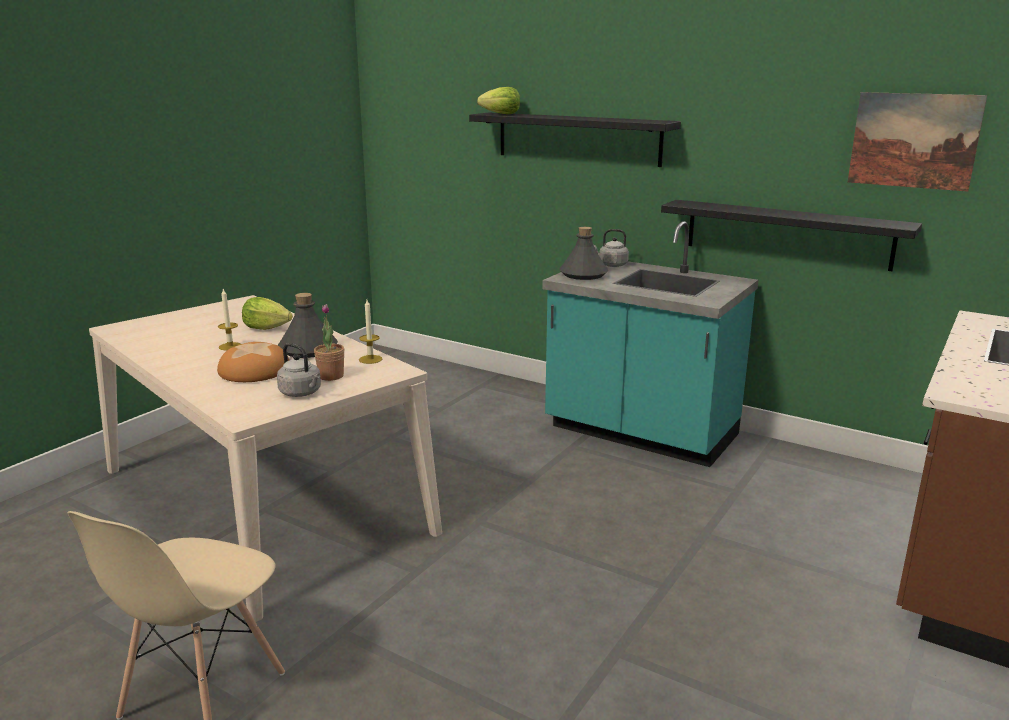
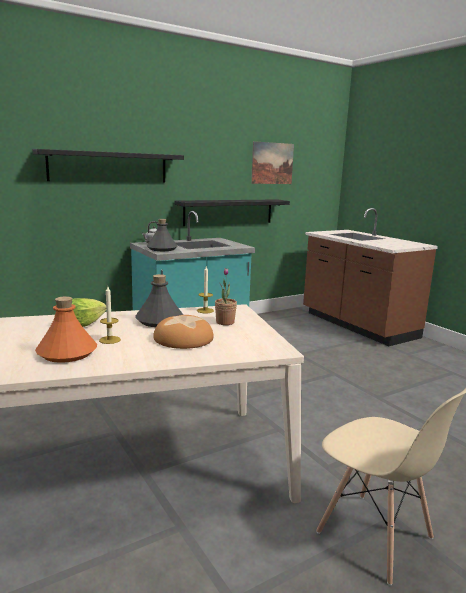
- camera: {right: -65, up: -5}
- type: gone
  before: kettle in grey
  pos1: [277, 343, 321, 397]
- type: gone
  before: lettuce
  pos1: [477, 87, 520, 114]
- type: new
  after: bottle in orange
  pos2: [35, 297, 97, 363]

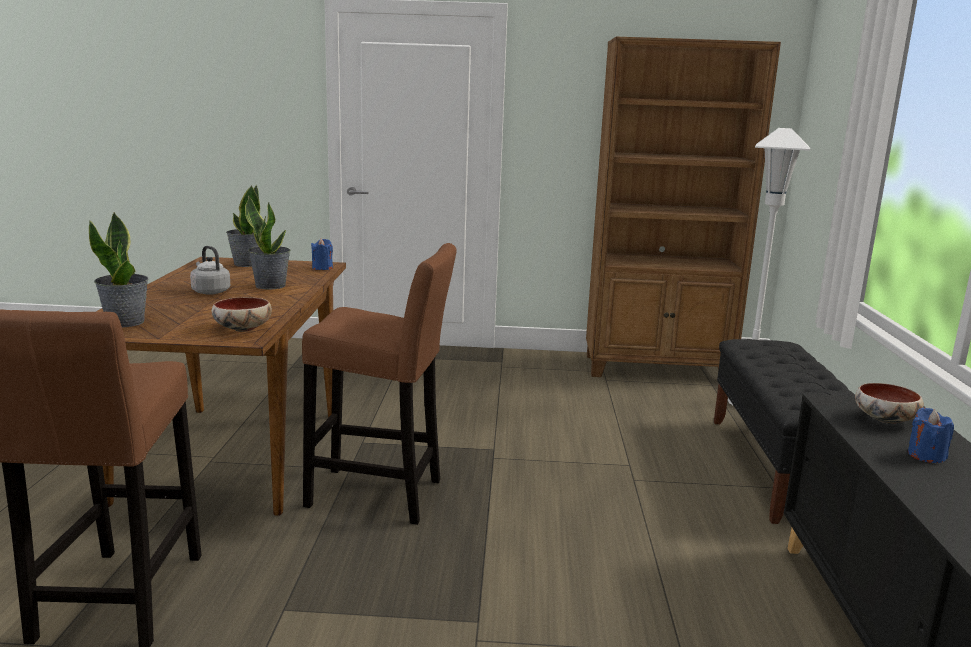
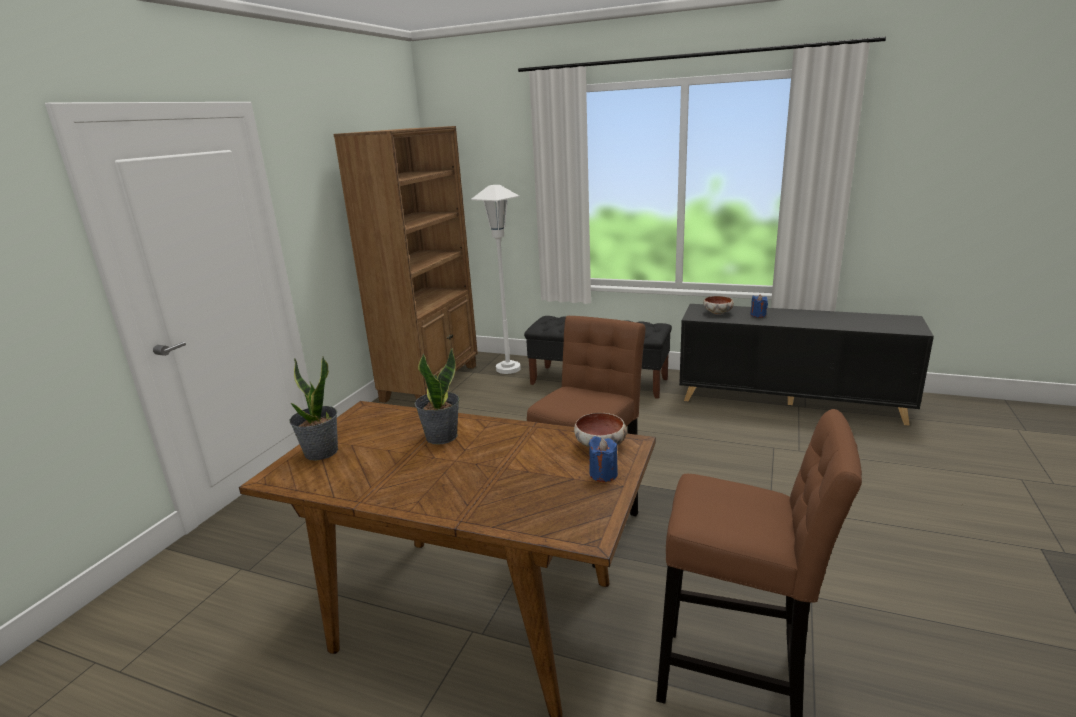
- camera: {right: -70, up: 5}
- type: gone
  before: potted plant
  pos1: [89, 212, 148, 327]
- type: gone
  before: kettle in grey
  pos1: [190, 246, 230, 295]
- type: shifted
  before: candle in blue
  pos1: [311, 238, 333, 270]
  pos2: [589, 436, 618, 482]

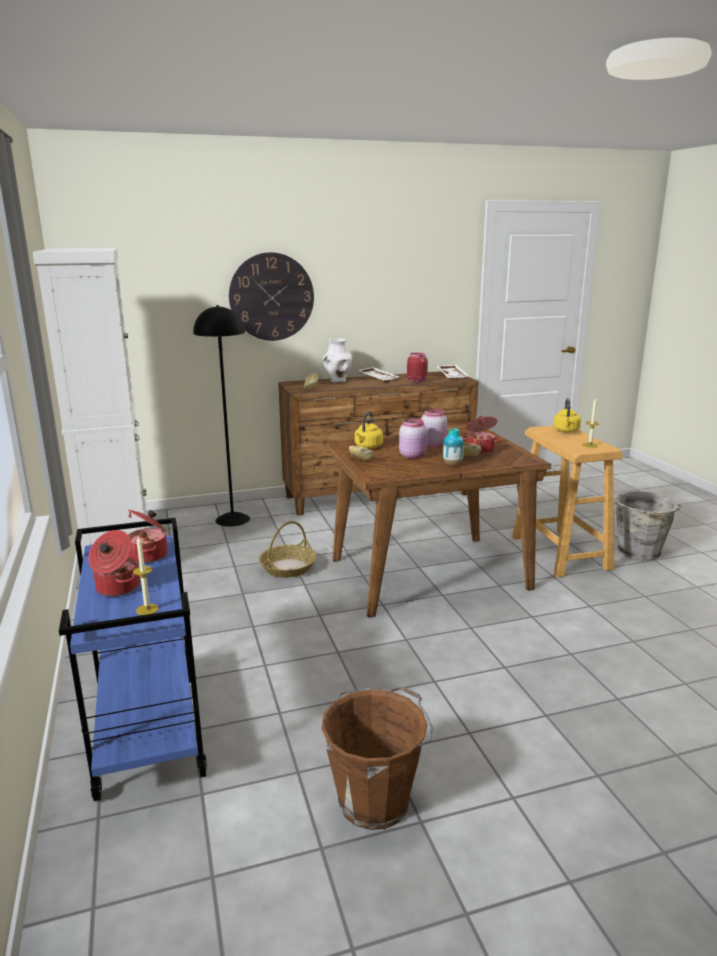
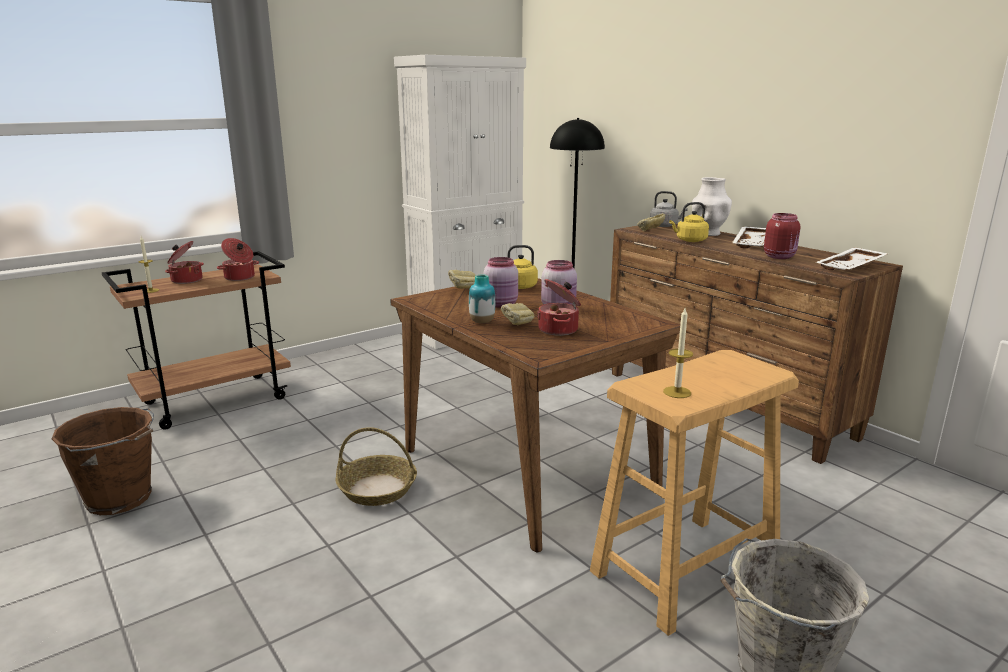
- camera: {right: 70, up: 0}
- type: repainted
  before: cart in blue
  after: cart in brown
  pos1: [59, 518, 207, 801]
  pos2: [102, 251, 291, 430]
- type: gone
  before: wall clock
  pos1: [229, 252, 314, 341]
- type: shifted
  before: basket
  pos1: [259, 521, 317, 578]
  pos2: [335, 427, 417, 506]
- type: shifted
  before: kettle in yellow
  pos1: [553, 398, 581, 432]
  pos2: [669, 202, 709, 242]
- type: new
  after: kettle in grey
  pos2: [650, 191, 688, 227]

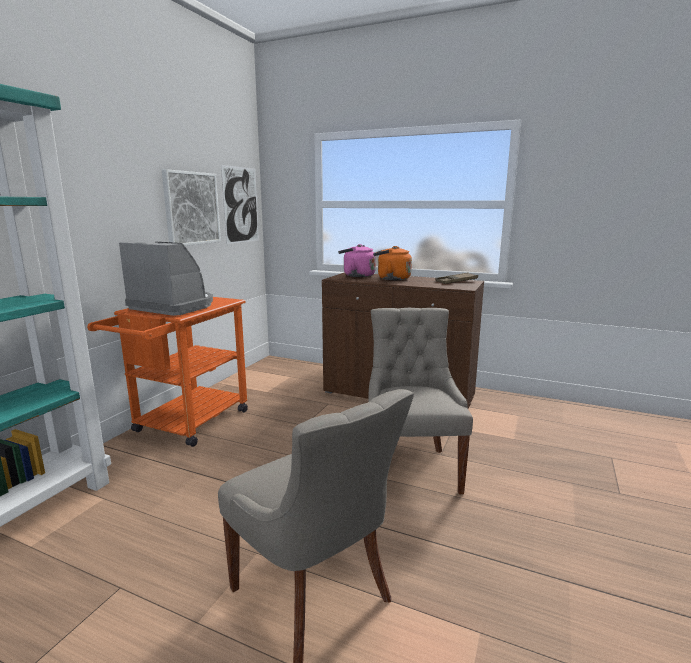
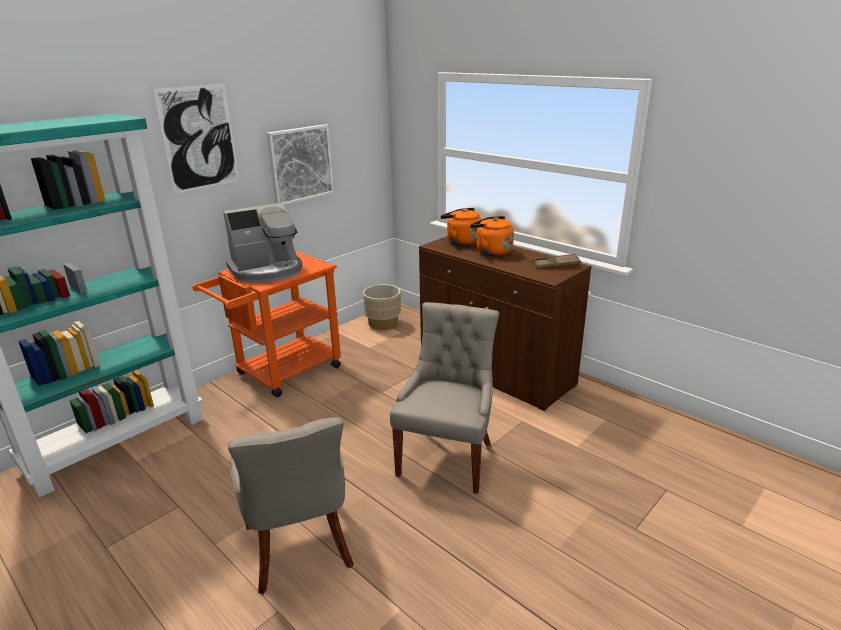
- camera: {right: 20, up: 10}
- type: rotated
  before: coffee machine
  pos1: [119, 242, 213, 316]
  pos2: [223, 203, 302, 282]
  turn: 105
- type: shifted
  before: picture
  pos1: [221, 165, 259, 244]
  pos2: [153, 84, 239, 194]
- type: repainted
  before: kettle in pink
  after: kettle in orange
  pos1: [338, 244, 376, 277]
  pos2: [440, 208, 482, 246]
- type: new
  after: planter in beige
  pos2: [363, 284, 401, 330]

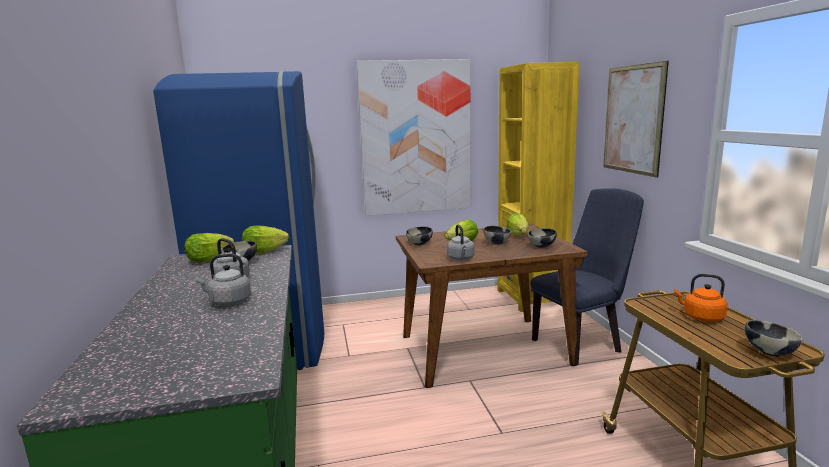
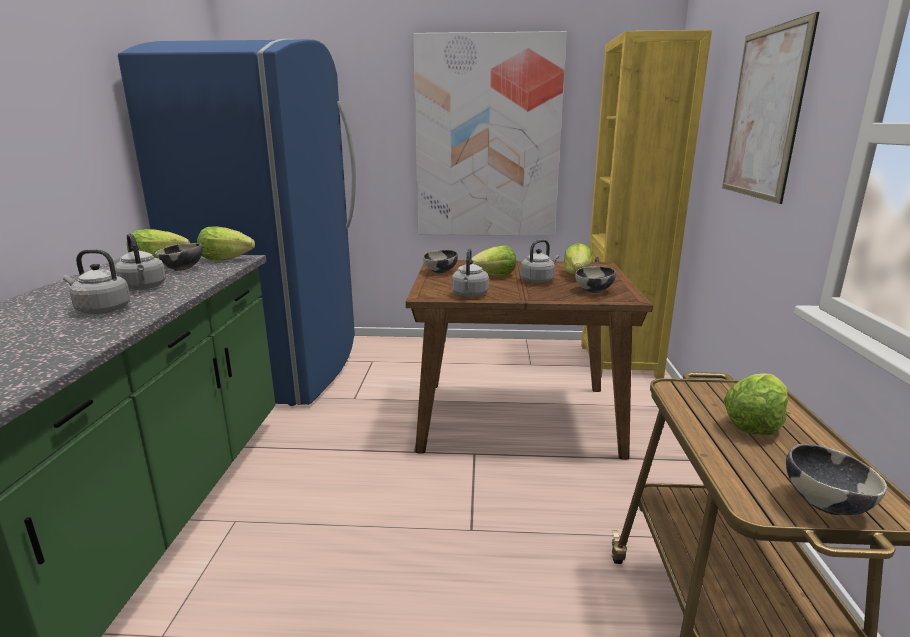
- camera: {right: 15, up: 5}
- type: swapped
  before: bowl
  after: kettle in grey
  pos1: [484, 226, 512, 244]
  pos2: [520, 239, 559, 283]
- type: gone
  before: chair in blue
  pos1: [530, 188, 644, 366]
- type: swapped
  before: kettle in orange
  after: lettuce
  pos1: [674, 274, 728, 322]
  pos2: [723, 373, 788, 435]

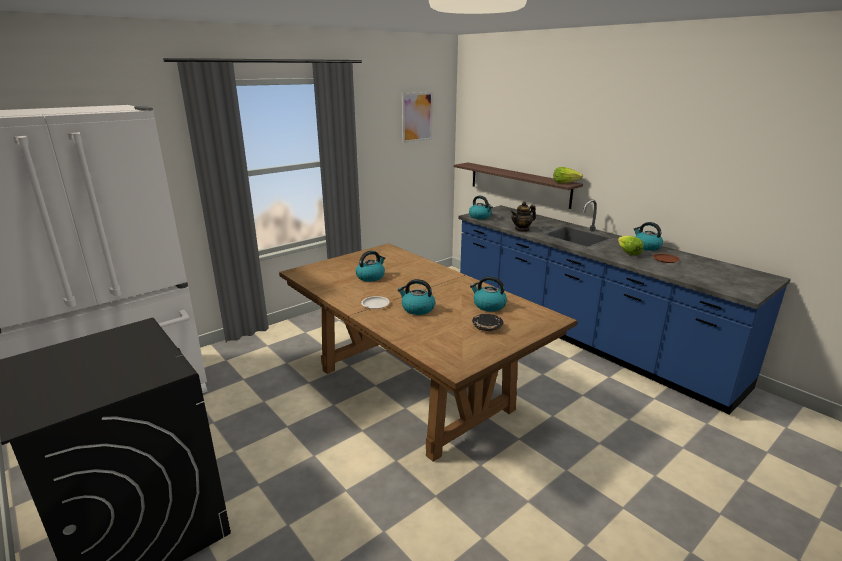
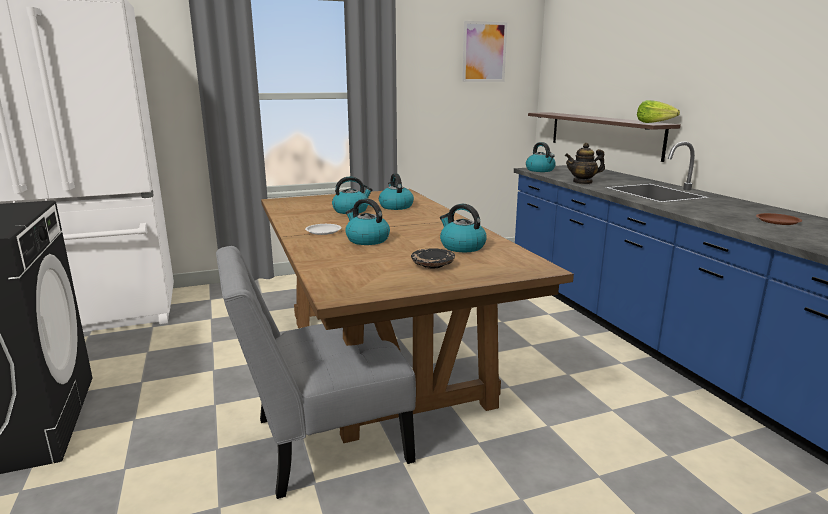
- camera: {right: 20, up: -5}
- type: gone
  before: lettuce
  pos1: [618, 236, 644, 255]
- type: shifted
  before: kettle
  pos1: [634, 222, 663, 251]
  pos2: [379, 173, 414, 210]
- type: new
  after: chair in grey
  pos2: [216, 246, 416, 499]

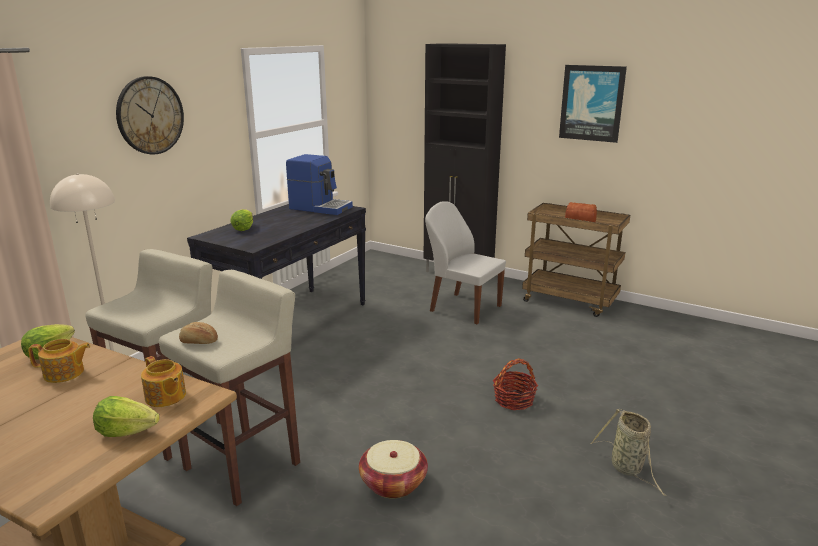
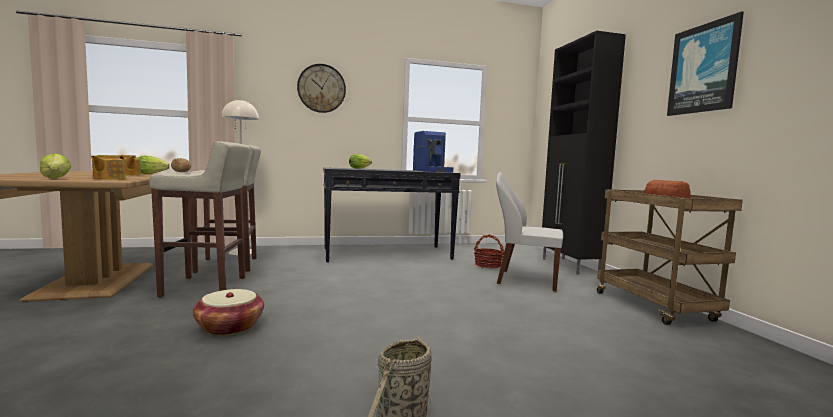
- camera: {right: 45, up: -15}
- type: rotated
  before: chair in white
  pos1: [425, 201, 506, 324]
  pos2: [496, 172, 563, 291]
  turn: -60
- type: shifted
  before: basket
  pos1: [493, 359, 538, 410]
  pos2: [474, 234, 504, 268]

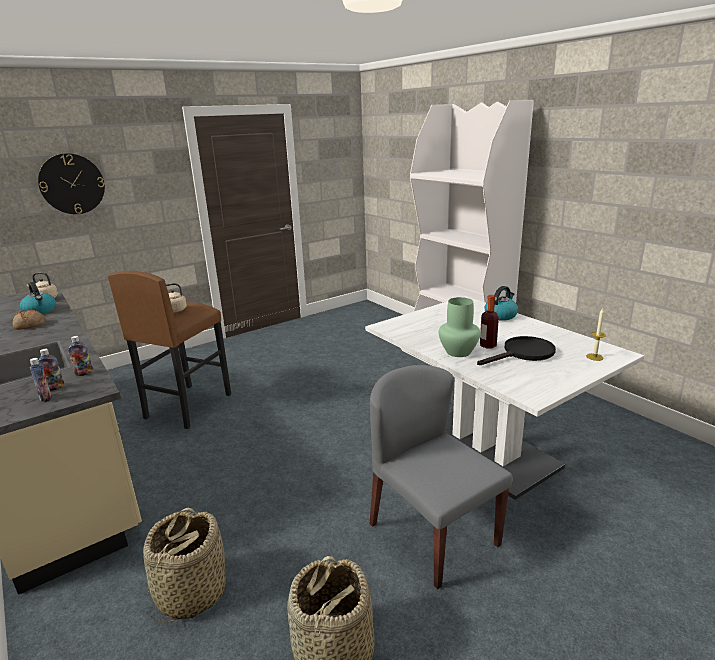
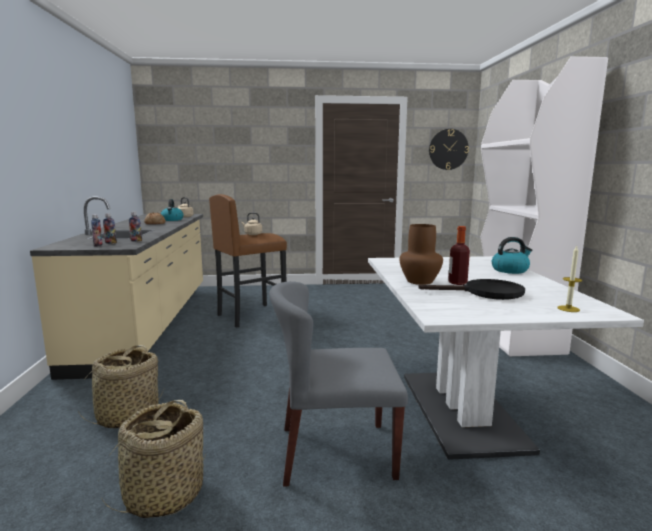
- camera: {right: 30, up: -10}
- type: shifted
  before: wall clock
  pos1: [38, 153, 105, 214]
  pos2: [429, 129, 469, 170]
- type: rotated
  before: chair in grey
  pos1: [370, 365, 513, 589]
  pos2: [269, 282, 408, 487]
  turn: -90
- type: repainted
  before: vase in green
  after: vase in brown
  pos1: [439, 297, 481, 357]
  pos2: [399, 224, 443, 285]

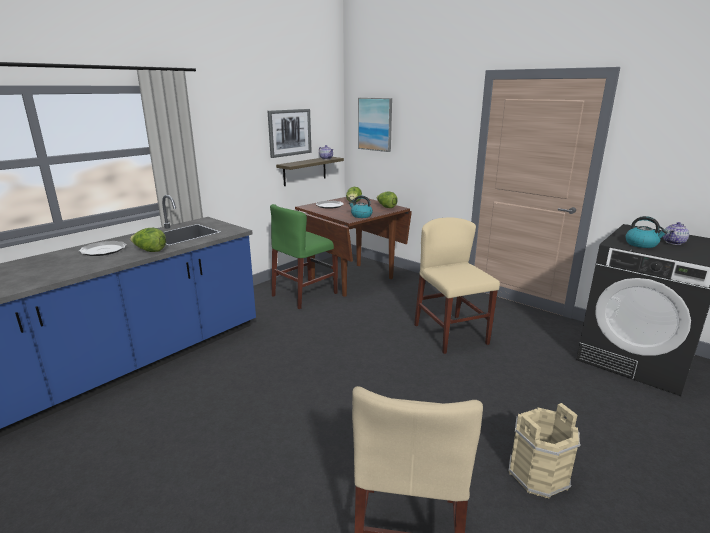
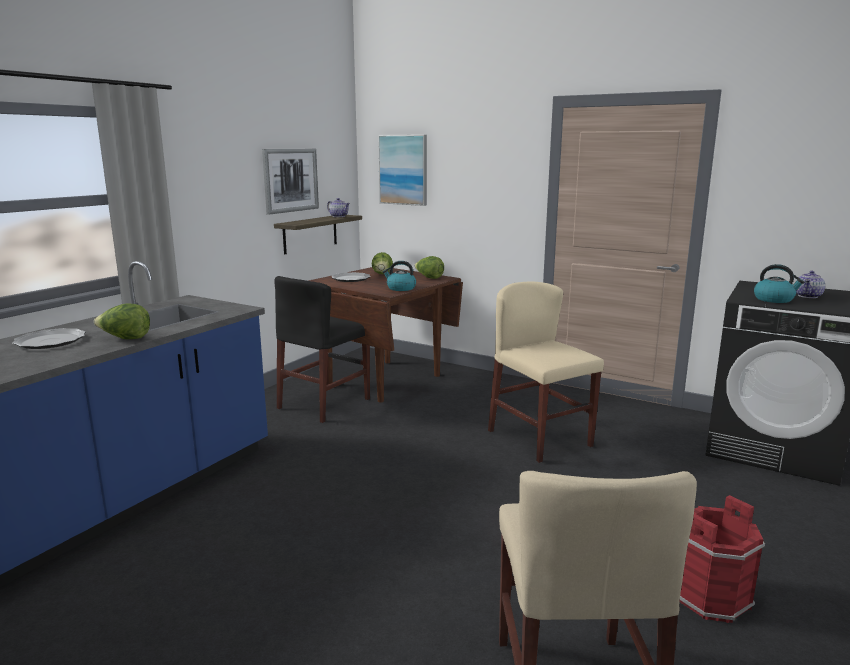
- camera: {right: -10, up: -5}
- type: repainted
  before: chair in green
  after: chair in black
  pos1: [270, 204, 338, 309]
  pos2: [274, 276, 370, 423]
- type: repainted
  before: bucket in beige
  after: bucket in red
  pos1: [509, 403, 581, 498]
  pos2: [679, 495, 765, 623]

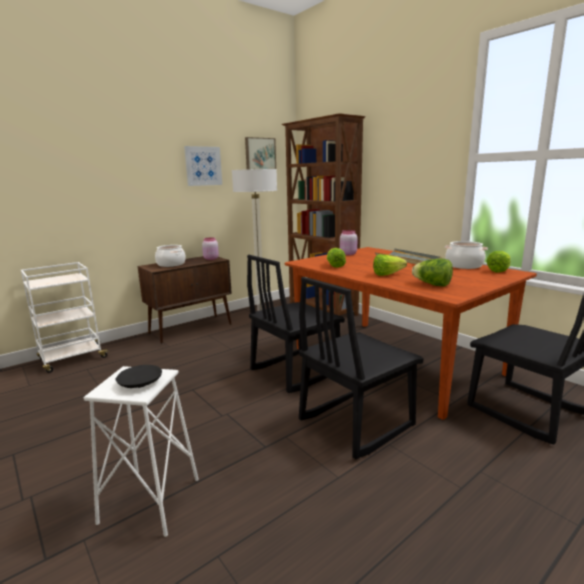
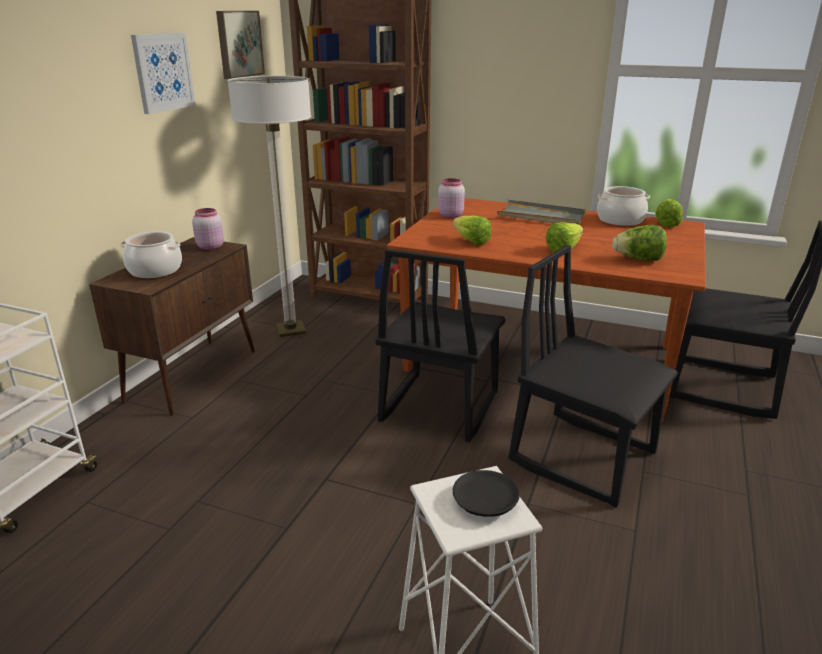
- camera: {right: -30, up: 10}
- type: rotated
  before: chair in black
  pos1: [299, 277, 424, 459]
  pos2: [508, 245, 678, 508]
  turn: 105

